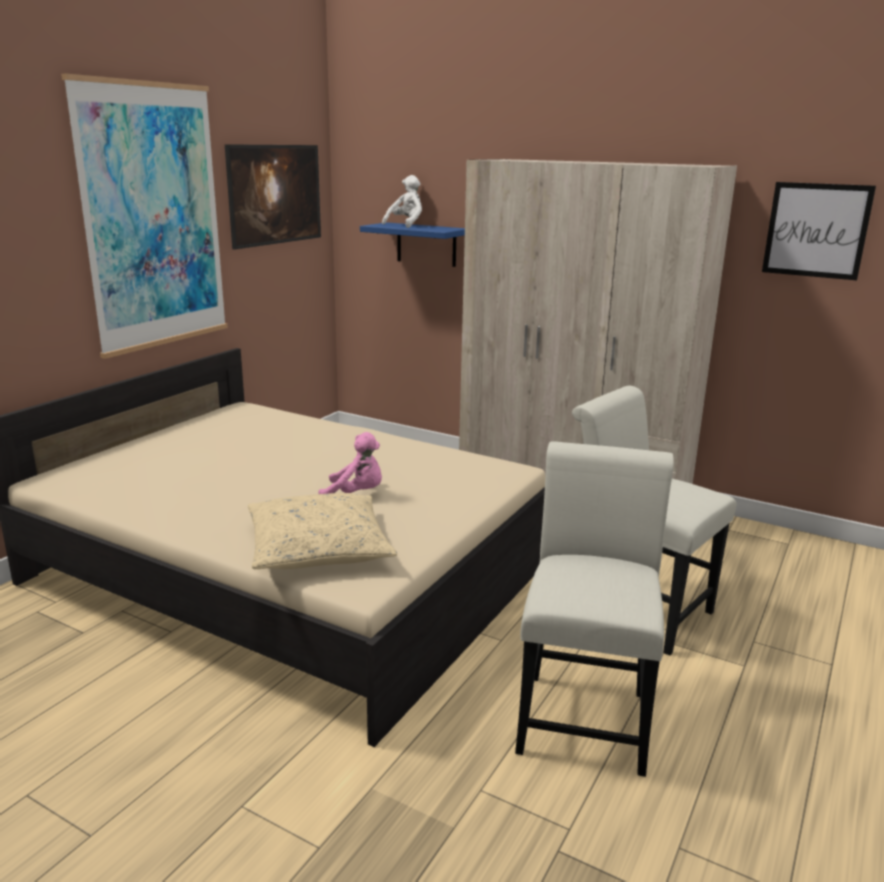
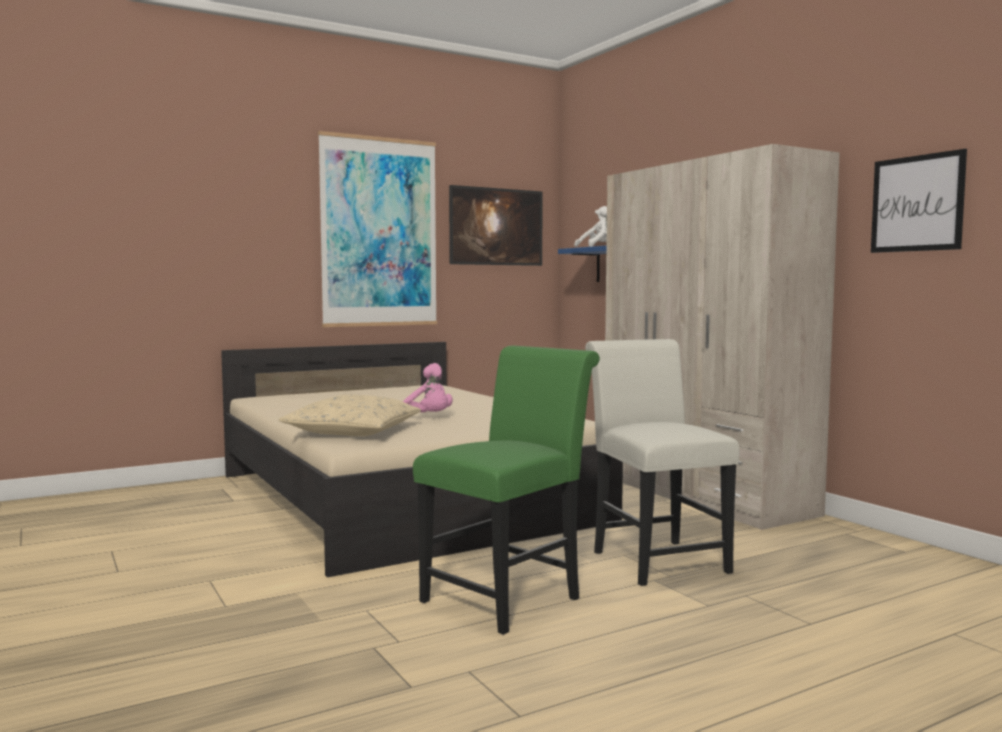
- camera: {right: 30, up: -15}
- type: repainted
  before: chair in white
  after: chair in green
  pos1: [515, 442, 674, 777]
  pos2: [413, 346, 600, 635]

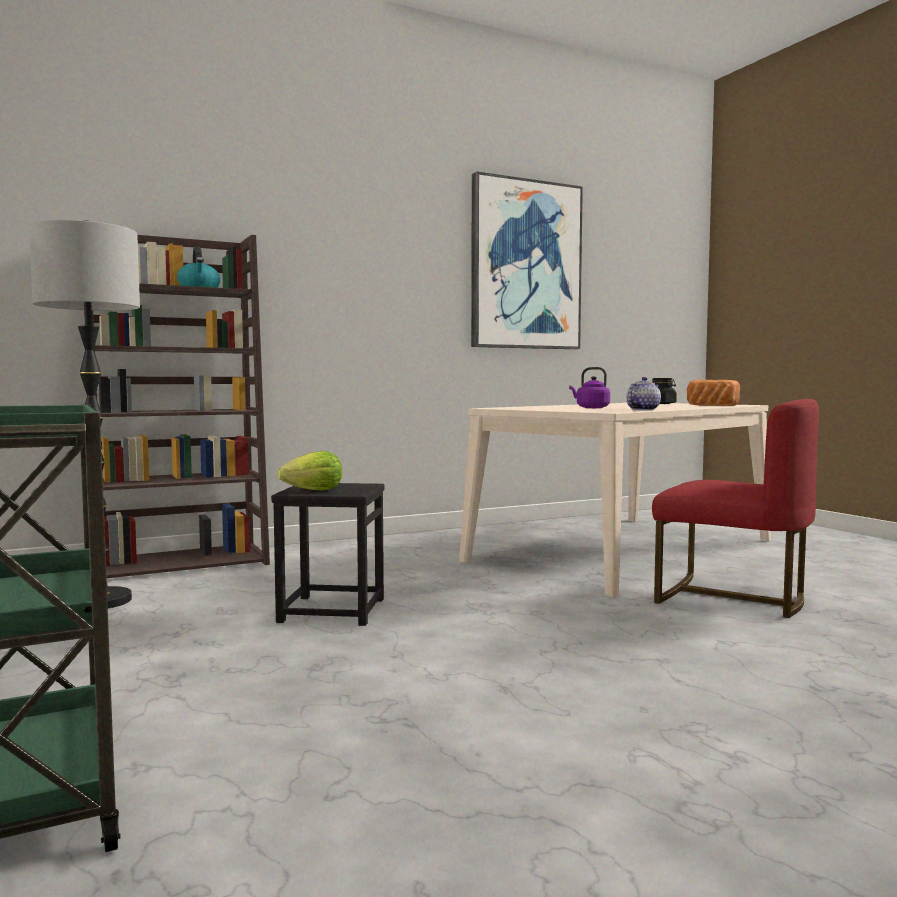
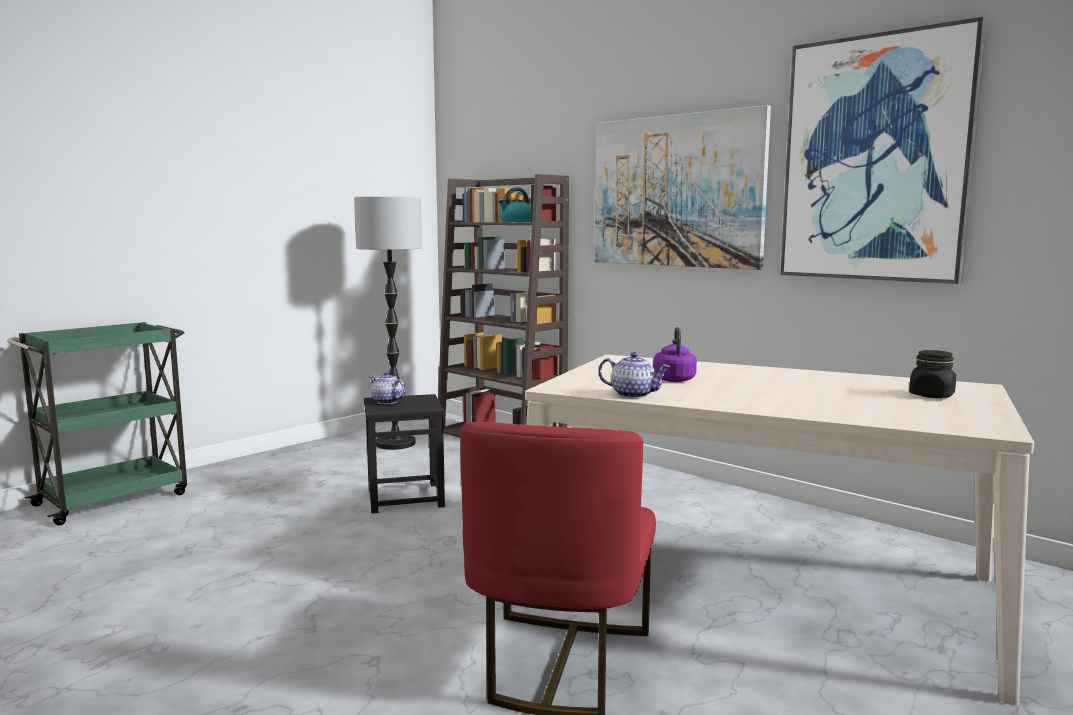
- camera: {right: 70, up: 5}
- type: swapped
  before: lettuce
  after: teapot
  pos1: [278, 451, 342, 490]
  pos2: [369, 372, 405, 404]
- type: gone
  before: bread
  pos1: [687, 380, 740, 406]
- type: new
  after: picture
  pos2: [595, 105, 771, 270]

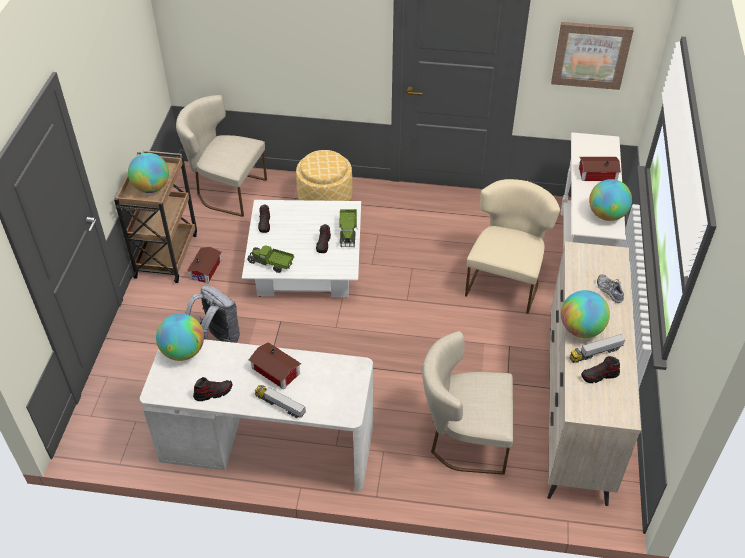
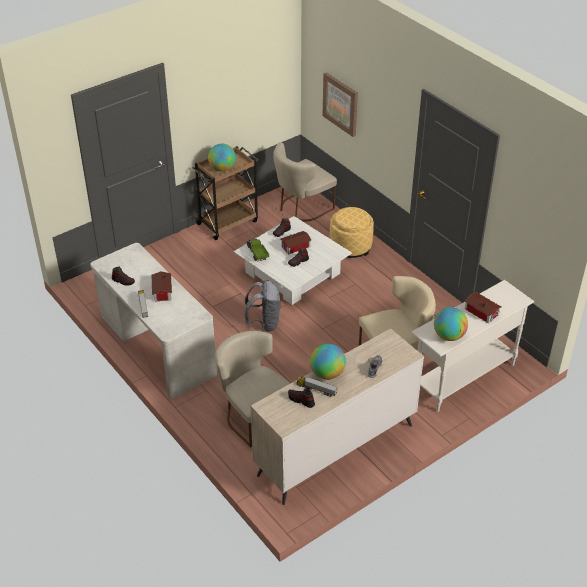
- camera: {right: 45, up: -5}
- type: gone
  before: globe
  pos1: [156, 314, 204, 361]
- type: rotated
  before: chair in beige
  pos1: [176, 95, 267, 217]
  pos2: [273, 142, 337, 221]
  turn: -105
- type: shifted
  before: backpack in grey
  pos1: [185, 286, 240, 343]
  pos2: [245, 281, 280, 332]
- type: shifted
  before: toy house
  pos1: [187, 247, 221, 283]
  pos2: [281, 231, 311, 255]
- type: gone
  before: toy truck
  pos1: [339, 209, 357, 247]
- type: shifted
  before: picture
  pos1: [551, 22, 634, 90]
  pos2: [323, 72, 358, 137]

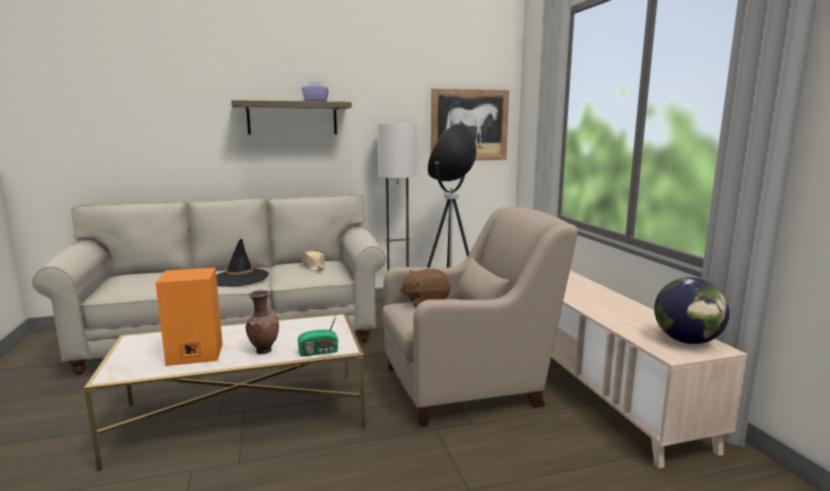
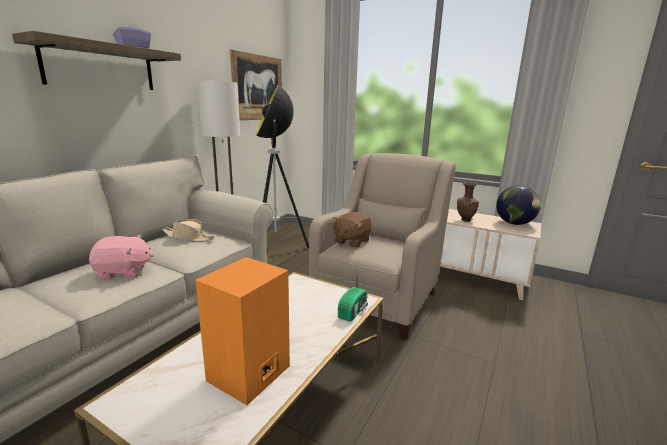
- camera: {right: -45, up: 5}
- type: swapped
  before: hat in black
  after: plush toy in pink
  pos1: [216, 239, 269, 287]
  pos2: [89, 235, 154, 280]
- type: shifted
  before: vase in brown
  pos1: [246, 290, 279, 354]
  pos2: [457, 182, 479, 222]

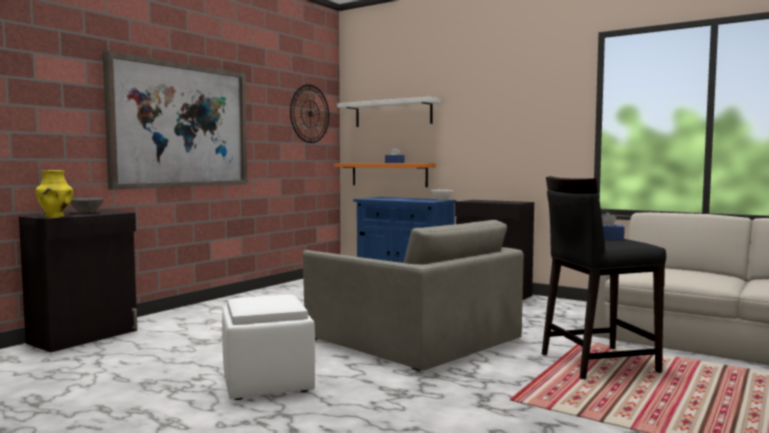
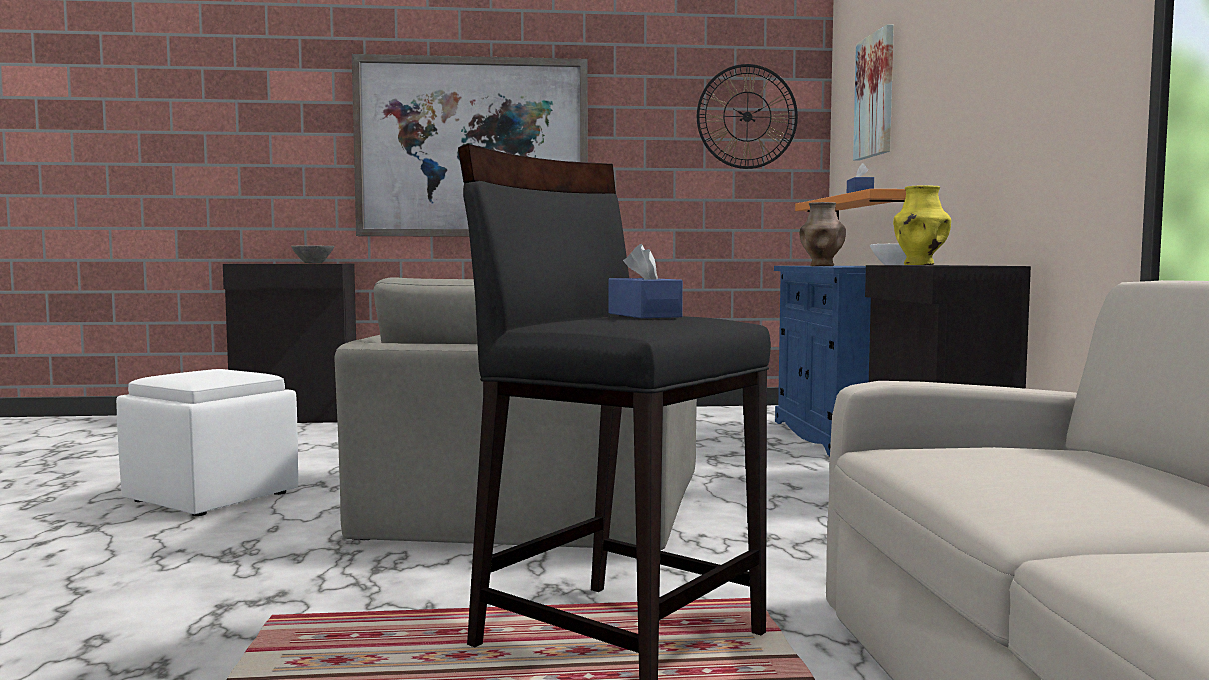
- camera: {right: 50, up: 0}
- type: shifted
  before: vase in yellow
  pos1: [35, 170, 73, 218]
  pos2: [893, 185, 951, 265]
- type: swapped
  before: shelf in white
  after: picture
  pos1: [337, 97, 440, 127]
  pos2: [853, 24, 894, 161]
- type: new
  after: vase in brown
  pos2: [799, 202, 846, 266]

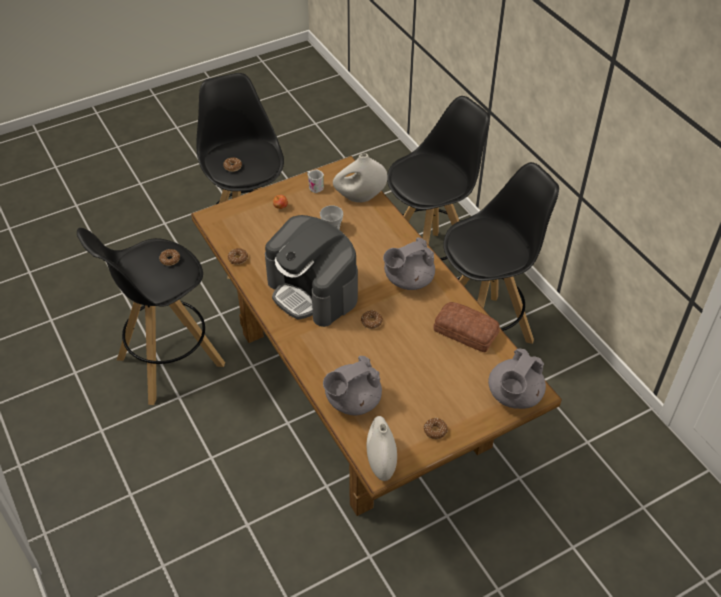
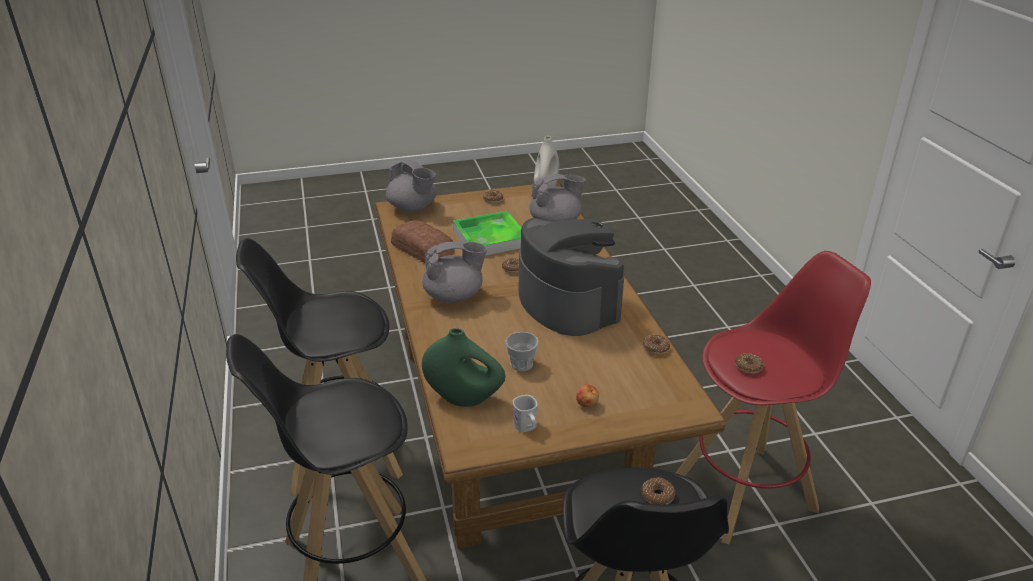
- camera: {right: -165, up: -15}
- type: repainted
  before: stool in black
  after: stool in red
  pos1: [77, 228, 225, 405]
  pos2: [676, 251, 871, 544]
- type: repainted
  before: vase in white
  after: vase in green
  pos1: [333, 153, 388, 203]
  pos2: [422, 328, 505, 407]
- type: rotated
  before: teapot in grey
  pos1: [488, 348, 546, 409]
  pos2: [386, 159, 437, 212]
  turn: 90
- type: new
  after: tray
  pos2: [453, 211, 521, 256]

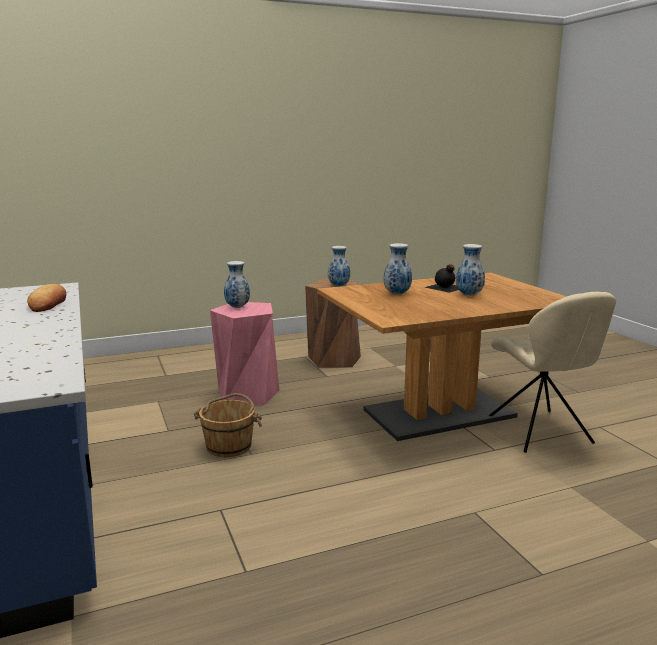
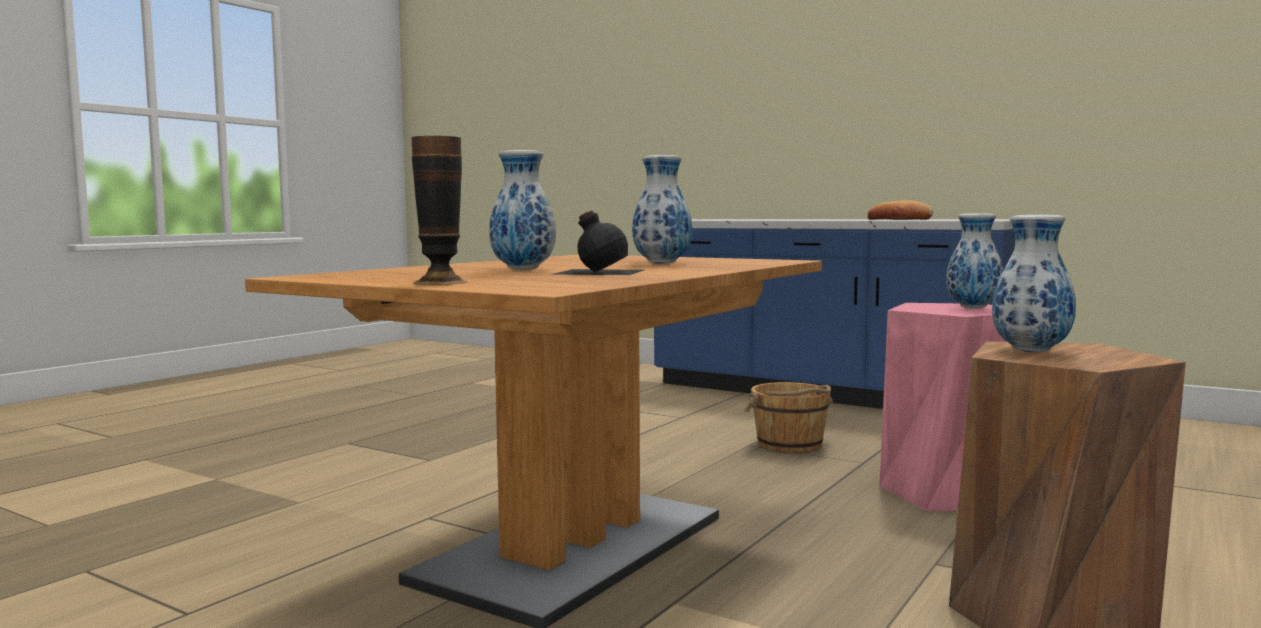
- camera: {right: 145, up: -10}
- type: gone
  before: chair in beige
  pos1: [489, 292, 616, 453]
- type: new
  after: vase
  pos2: [412, 136, 468, 285]

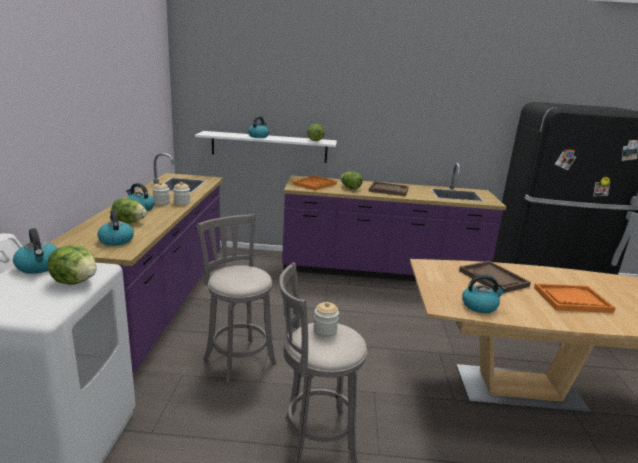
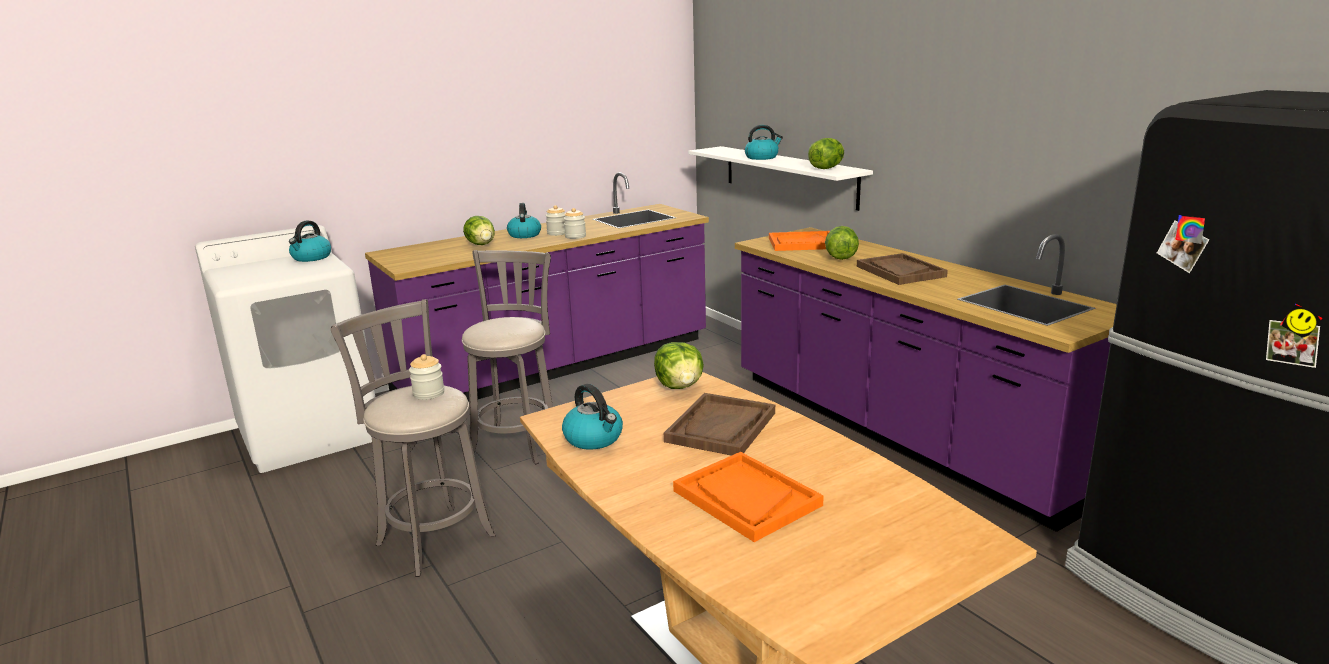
- camera: {right: 55, up: 0}
- type: shifted
  before: lettuce
  pos1: [47, 245, 97, 285]
  pos2: [654, 342, 704, 389]
- type: gone
  before: kettle
  pos1: [97, 210, 134, 246]

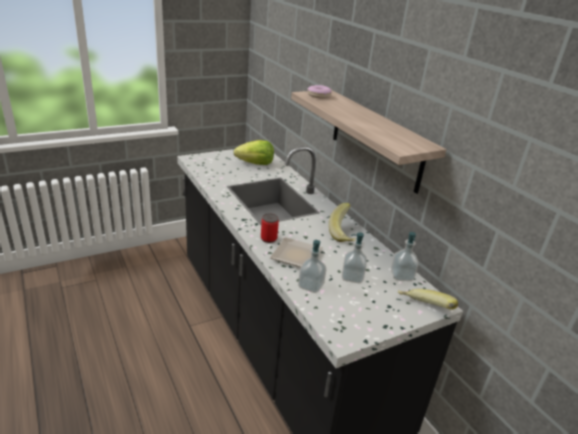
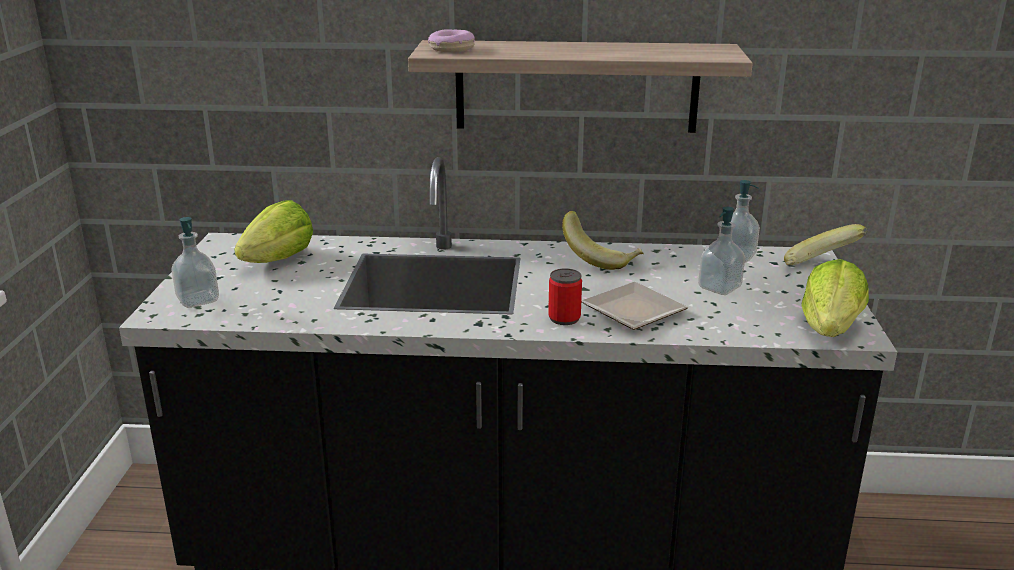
- camera: {right: -55, up: -5}
- type: shifted
  before: soap dispenser
  pos1: [298, 240, 326, 293]
  pos2: [171, 217, 219, 308]
- type: new
  after: lettuce
  pos2: [801, 259, 869, 337]

